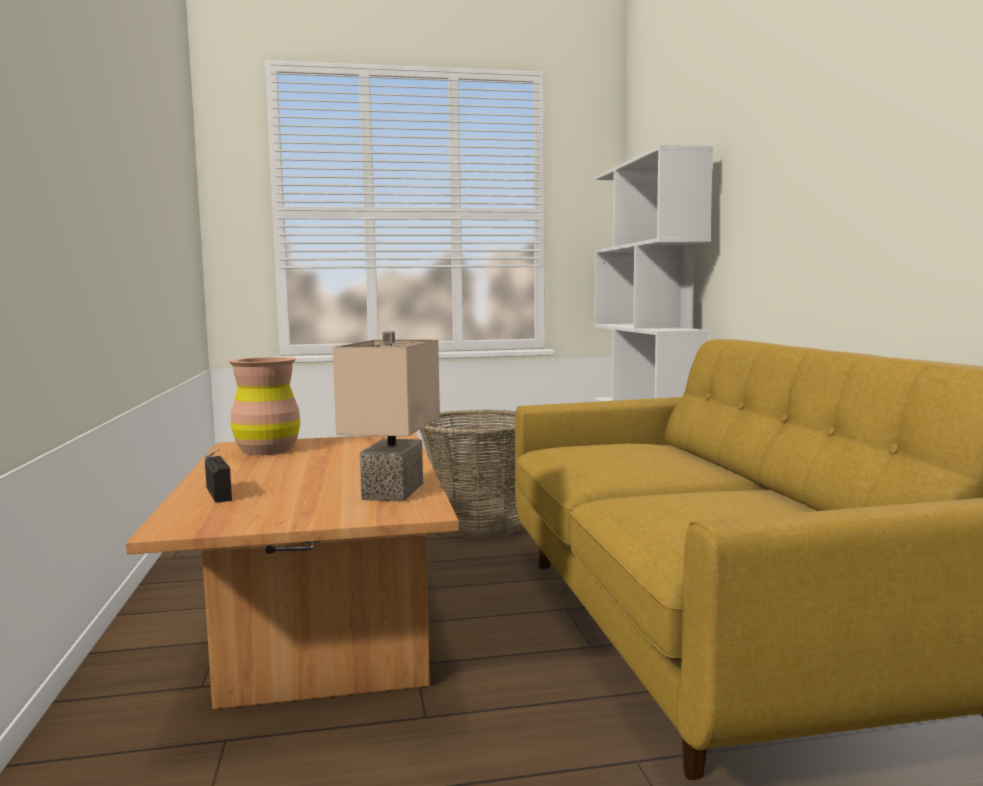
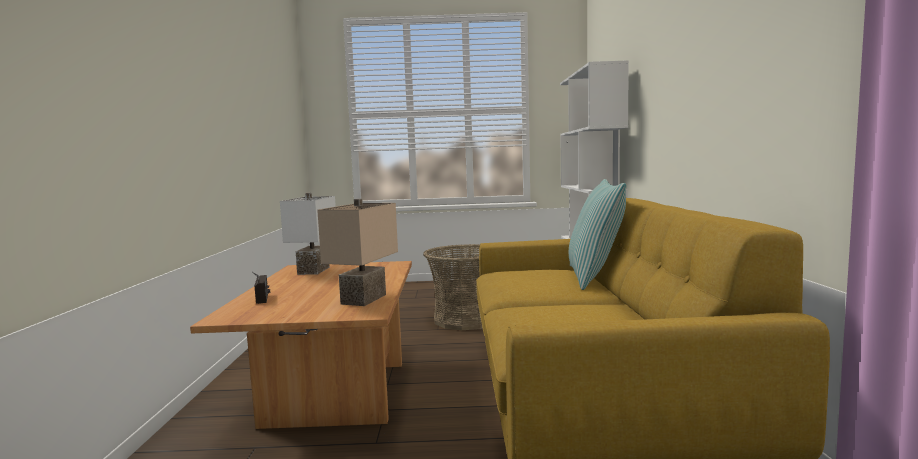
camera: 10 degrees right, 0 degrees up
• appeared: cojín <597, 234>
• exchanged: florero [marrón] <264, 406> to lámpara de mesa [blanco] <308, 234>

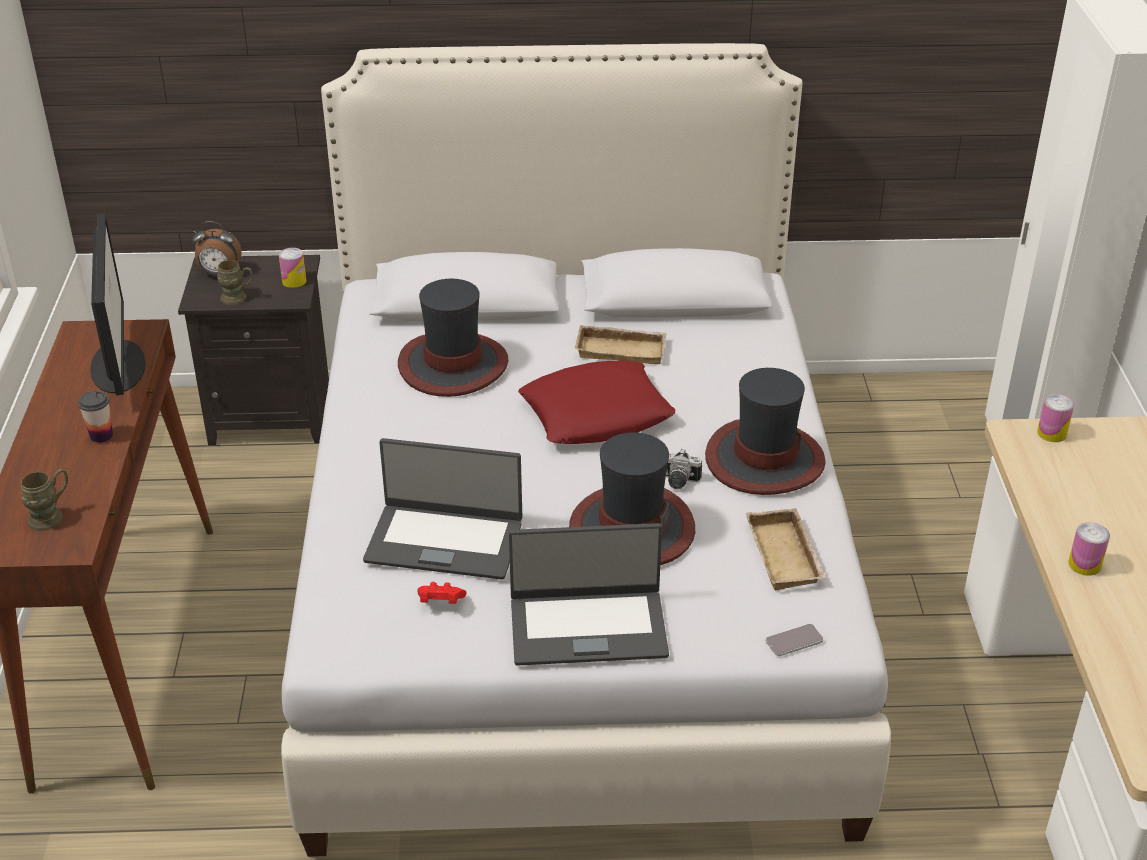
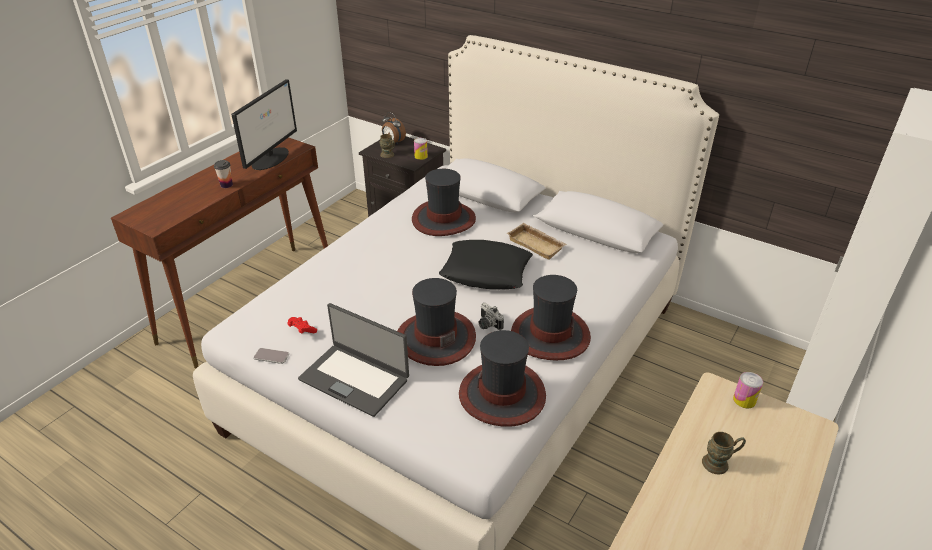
camera: 35 degrees right, 0 degrees up
• missing: portátil <442, 509>
• missing: lata <1089, 549>
• relocated: taza grande [marrón] <44, 500> to <724, 453>
• relocated: móvil <794, 640> to <271, 356>
• exchanged: bandeja [beis] <786, 549> to sombrero <502, 378>
• colour: cojín [rojo] <596, 402> to cojín [negro] <486, 264>

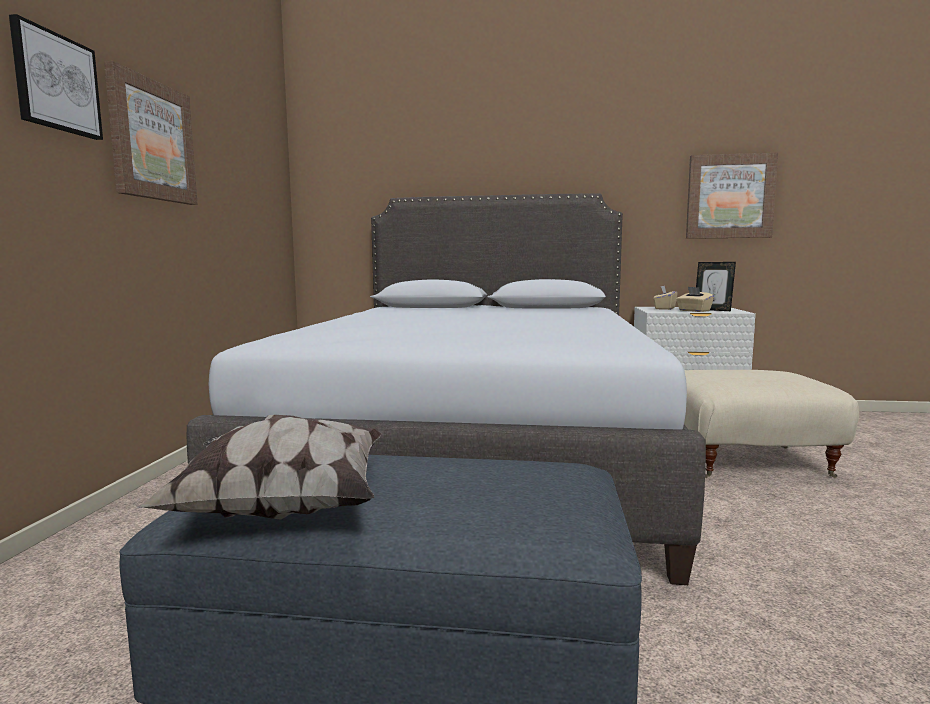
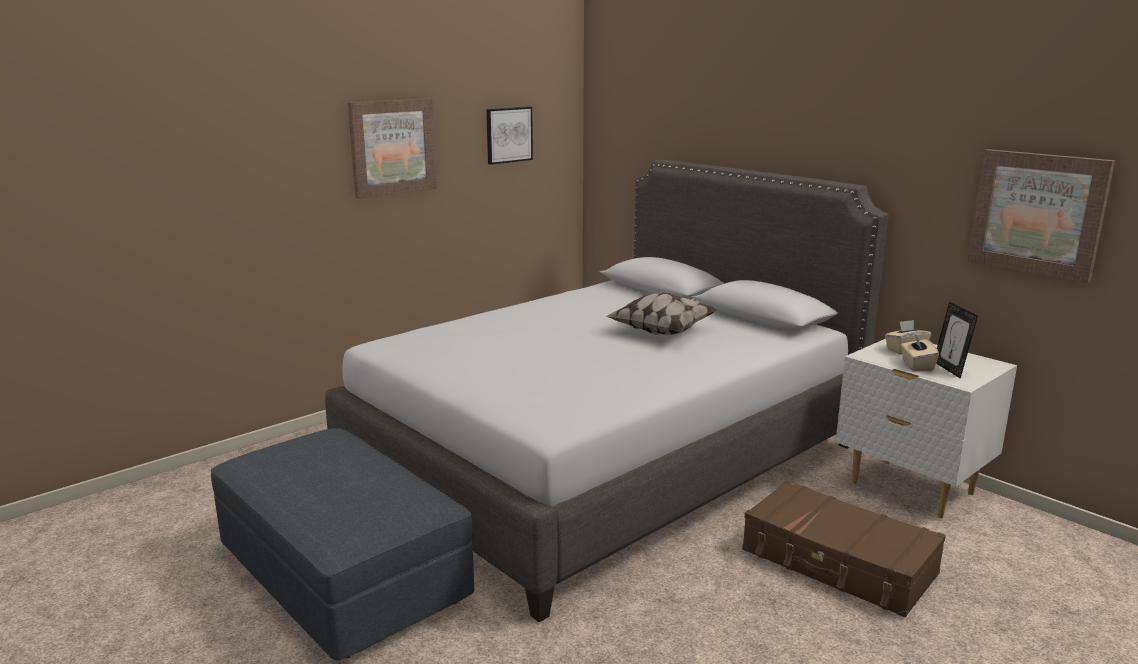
camera: 40 degrees right, 10 degrees up
• relocated: cuadro <56, 77> to <509, 136>
• relocated: cojín <259, 467> to <661, 313>
• exchanged: puf [beis] <771, 424> to maleta [marrón] <844, 548>

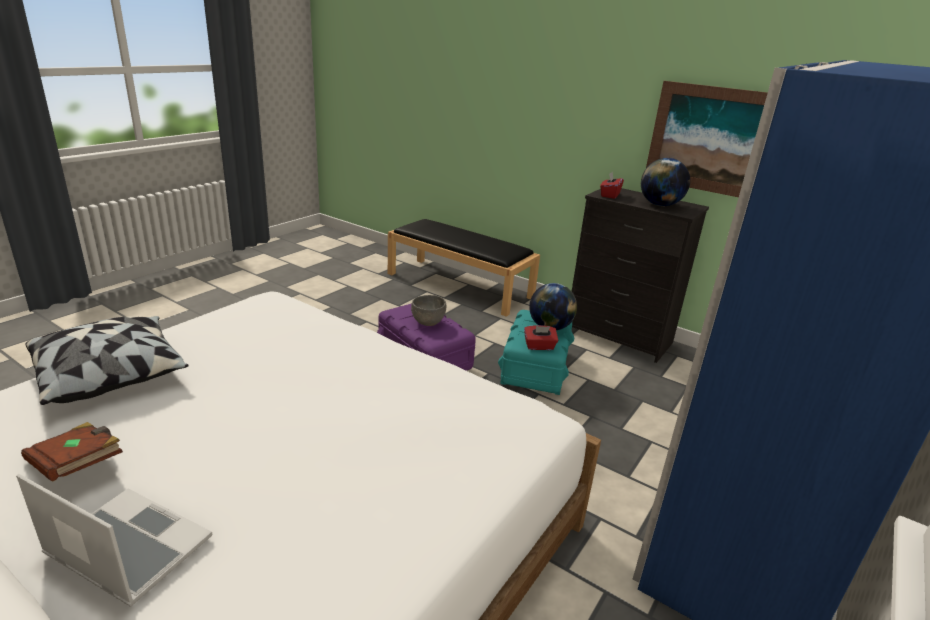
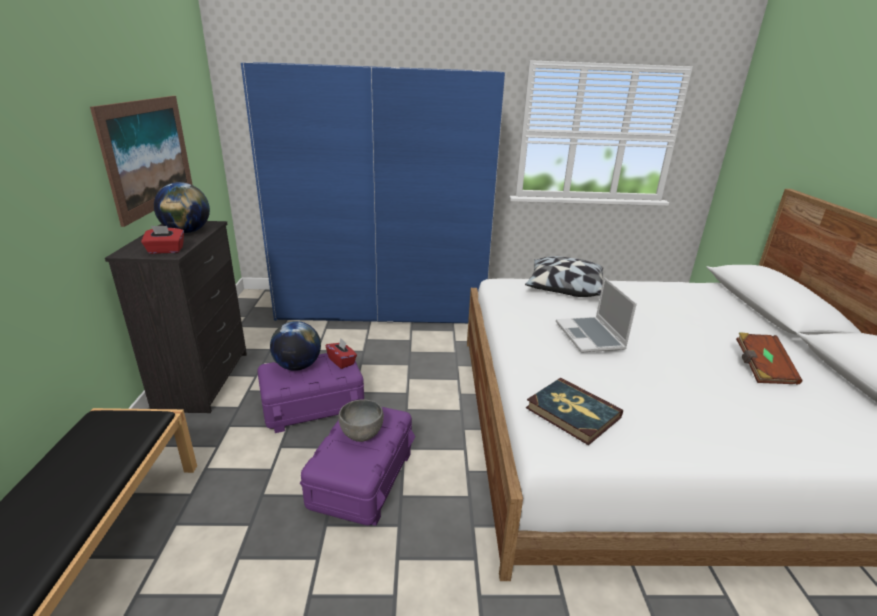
camera: 125 degrees left, 0 degrees up
• appeared: libro <574, 411>
• relocated: portátil <114, 540> to <596, 315>
• relocated: cojín <107, 360> to <564, 276>
• colour: caja de almacenaje [turquesa] <536, 352> to caja de almacenaje [morado] <311, 393>

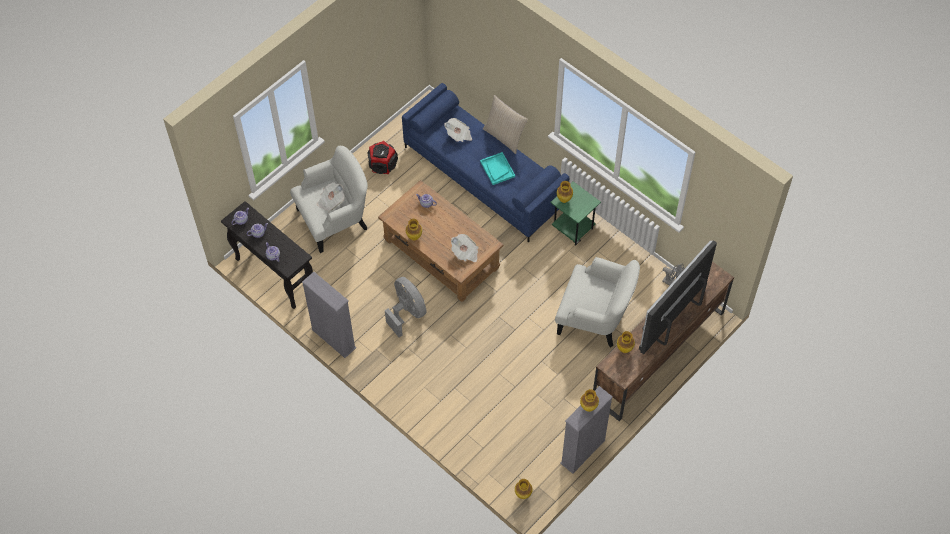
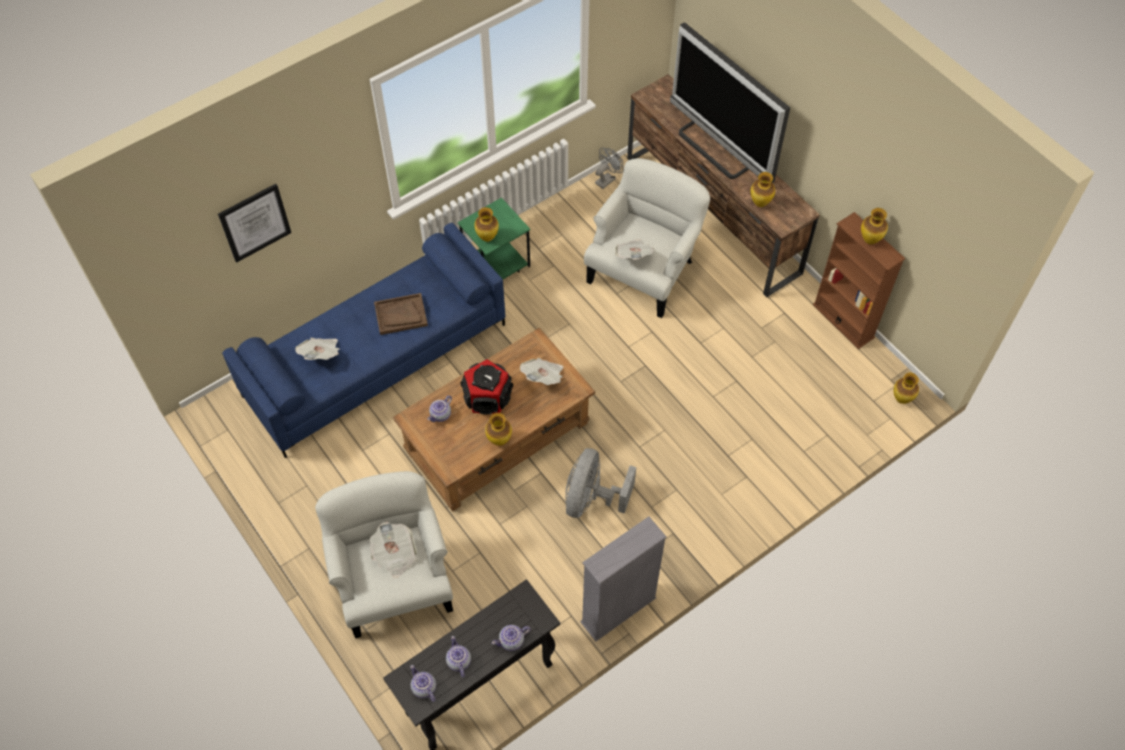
camera: 80 degrees left, 0 degrees up
• missing: cojín [beis] <505, 124>
• appeared: cuadro <254, 223>
• appeared: periódico <634, 249>
• relocated: altavoz <382, 157> to <487, 386>
• colour: bandeja [turquesa] <497, 168> to bandeja [marrón] <401, 314>
• colour: estantería [gris] <586, 430> to estantería [marrón] <859, 280>
• spun: ventilador [gris] <405, 307> = <600, 483> 45 degrees counterclockwise

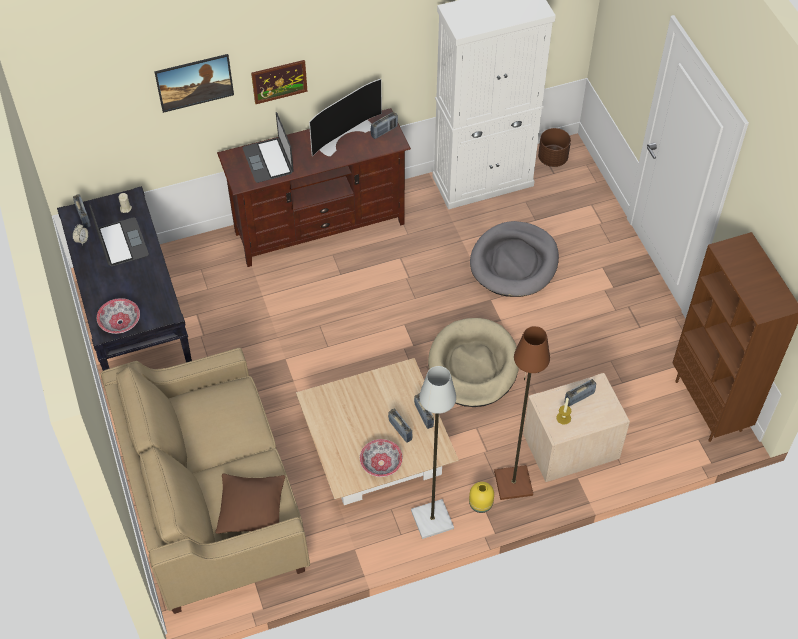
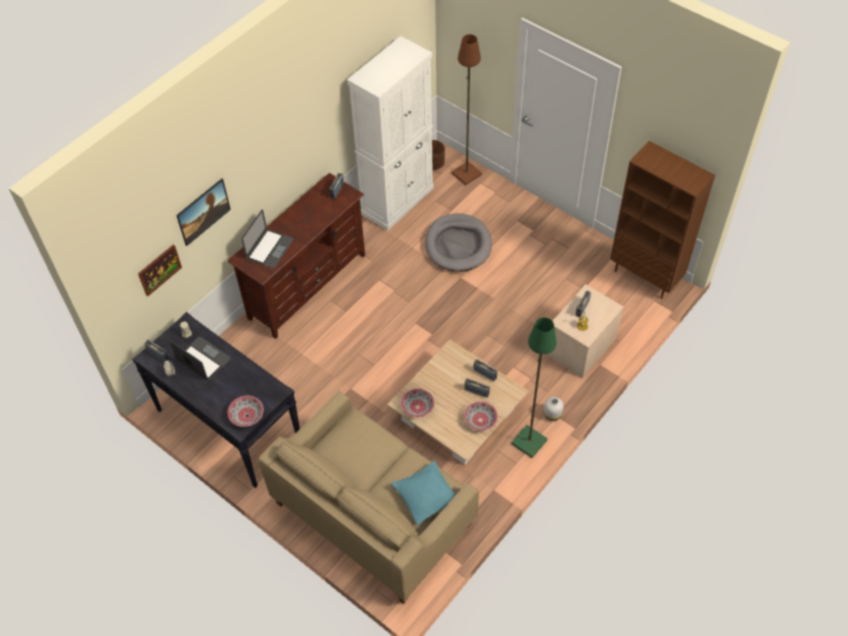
camera: 30 degrees left, 0 degrees up
• missing: televisor <345, 117>
• missing: cama para perro [beis] <473, 362>
• appeared: cuenco <417, 403>
• relocated: cuadro <279, 82> to <160, 270>
• relocated: lámpara de pie [marrón] <522, 413> to <467, 109>
• colour: cojín [marrón] <250, 504> to cojín [turquesa] <423, 493>
• colour: lámpara de pie [gris] <433, 452> to lámpara de pie [verde] <534, 387>
• colour: florero [amarillo] <481, 497> to florero [blanco] <554, 409>
• spun: portátil <268, 147> = <267, 239> 105 degrees counterclockwise

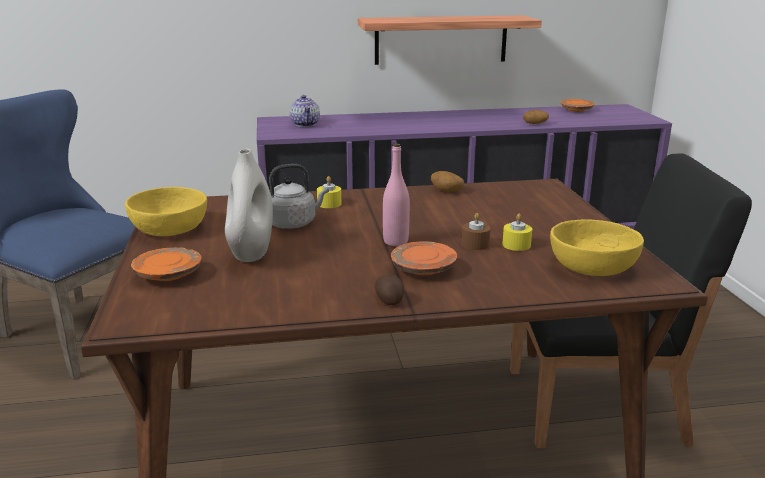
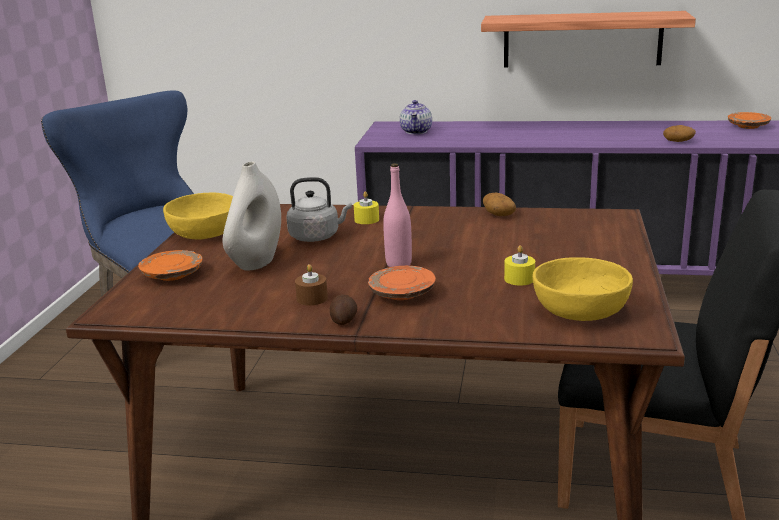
camera: 20 degrees right, 0 degrees up
• relocated: vela [marrón] <476, 231> to <311, 285>

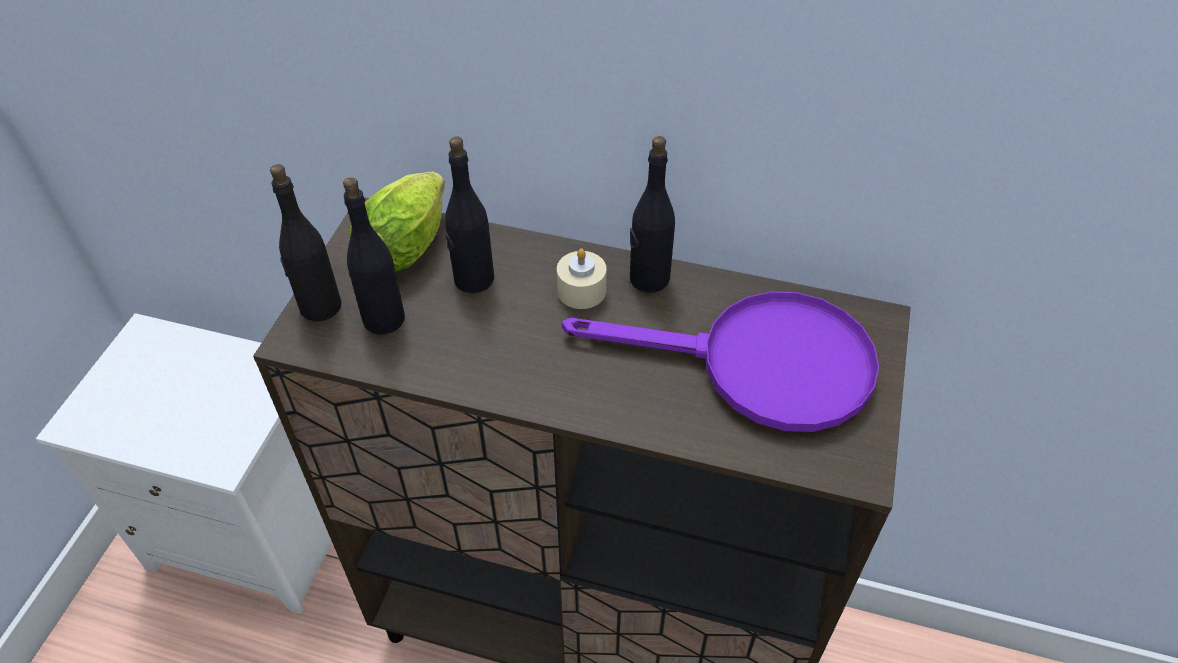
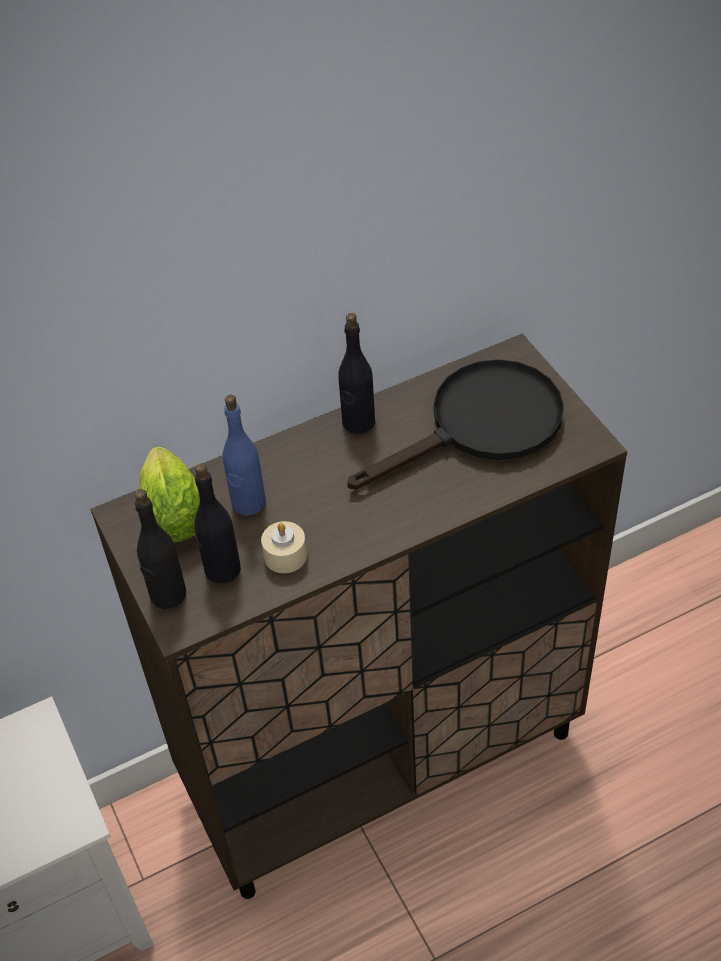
camera: 40 degrees left, 0 degrees up
• relocated: vela [beis] <582, 278> to <284, 547>
• colour: botella [negro] <469, 214> to botella [azul] <244, 455>
• colour: sartén [morado] <720, 362> to sartén [negro] <455, 424>

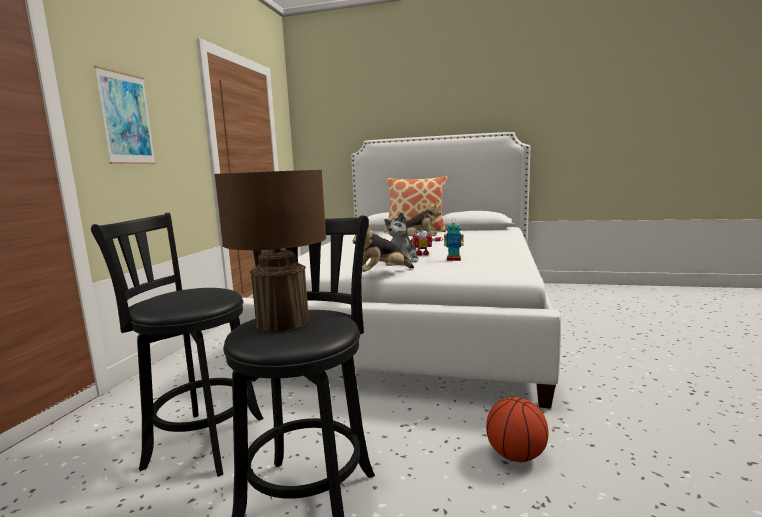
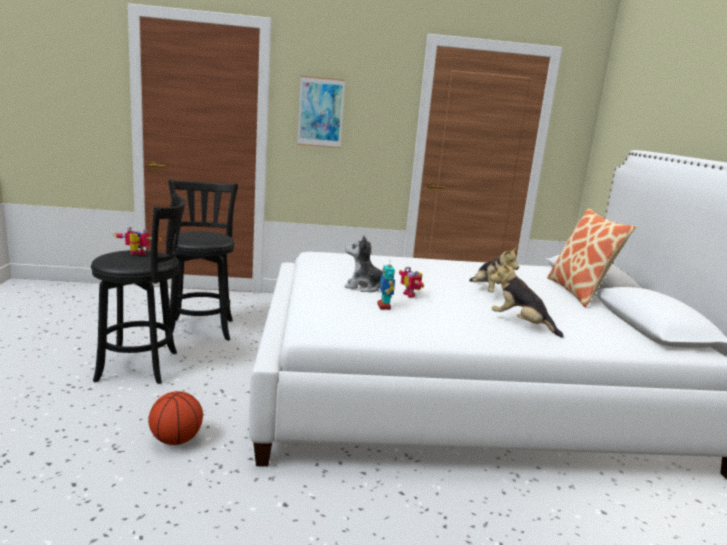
camera: 70 degrees right, 5 degrees up
• relocated: peluche <383, 248> to <526, 299>
• exchanged: lámpara de mesa [marrón] <270, 251> to robot de juguete <137, 241>

